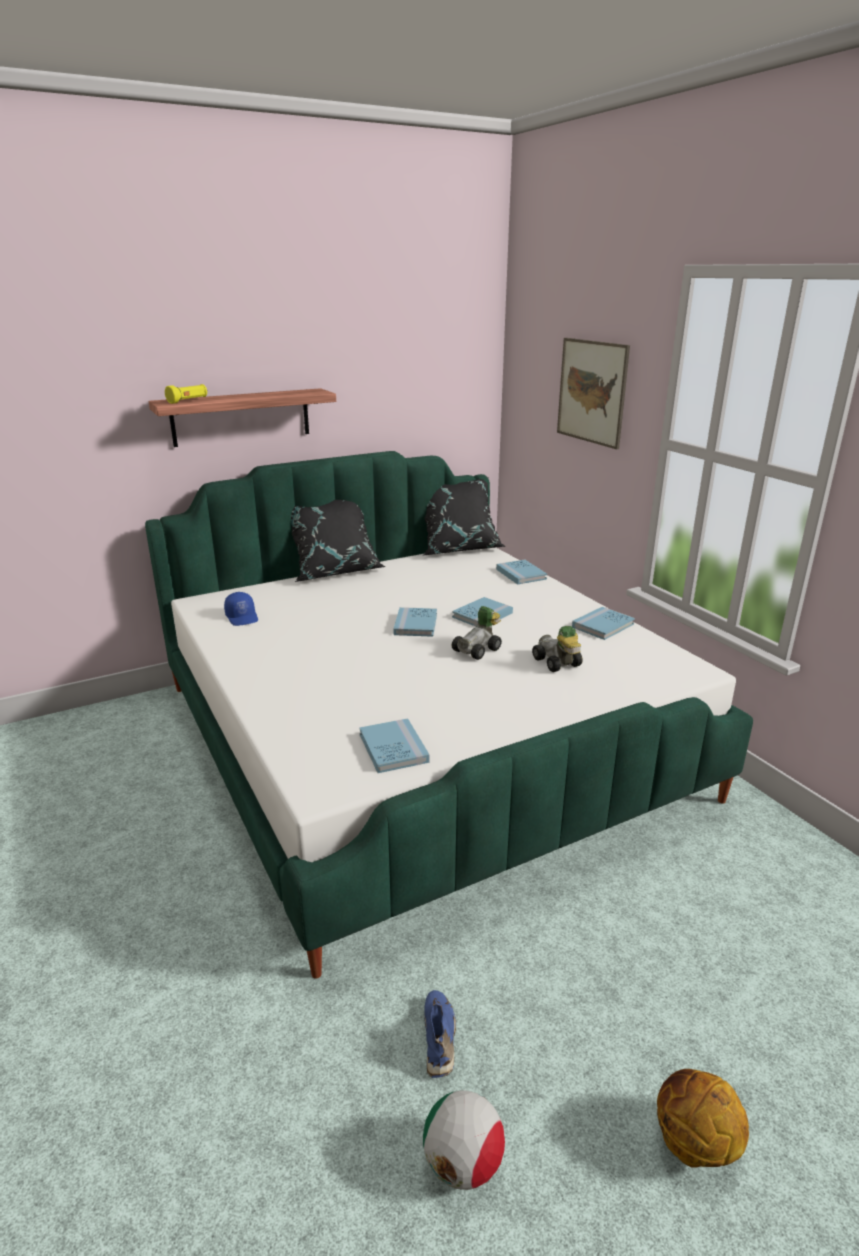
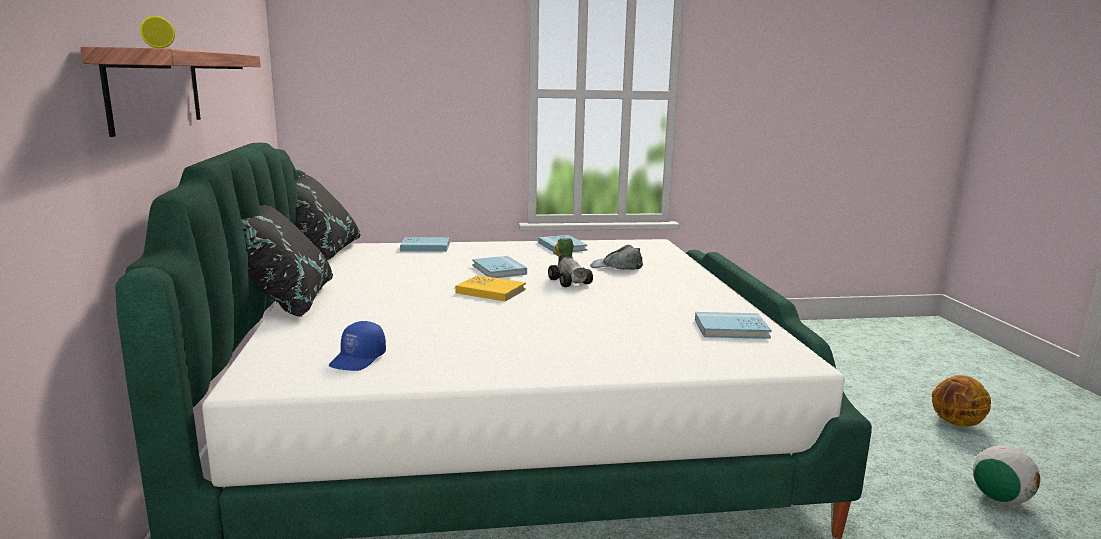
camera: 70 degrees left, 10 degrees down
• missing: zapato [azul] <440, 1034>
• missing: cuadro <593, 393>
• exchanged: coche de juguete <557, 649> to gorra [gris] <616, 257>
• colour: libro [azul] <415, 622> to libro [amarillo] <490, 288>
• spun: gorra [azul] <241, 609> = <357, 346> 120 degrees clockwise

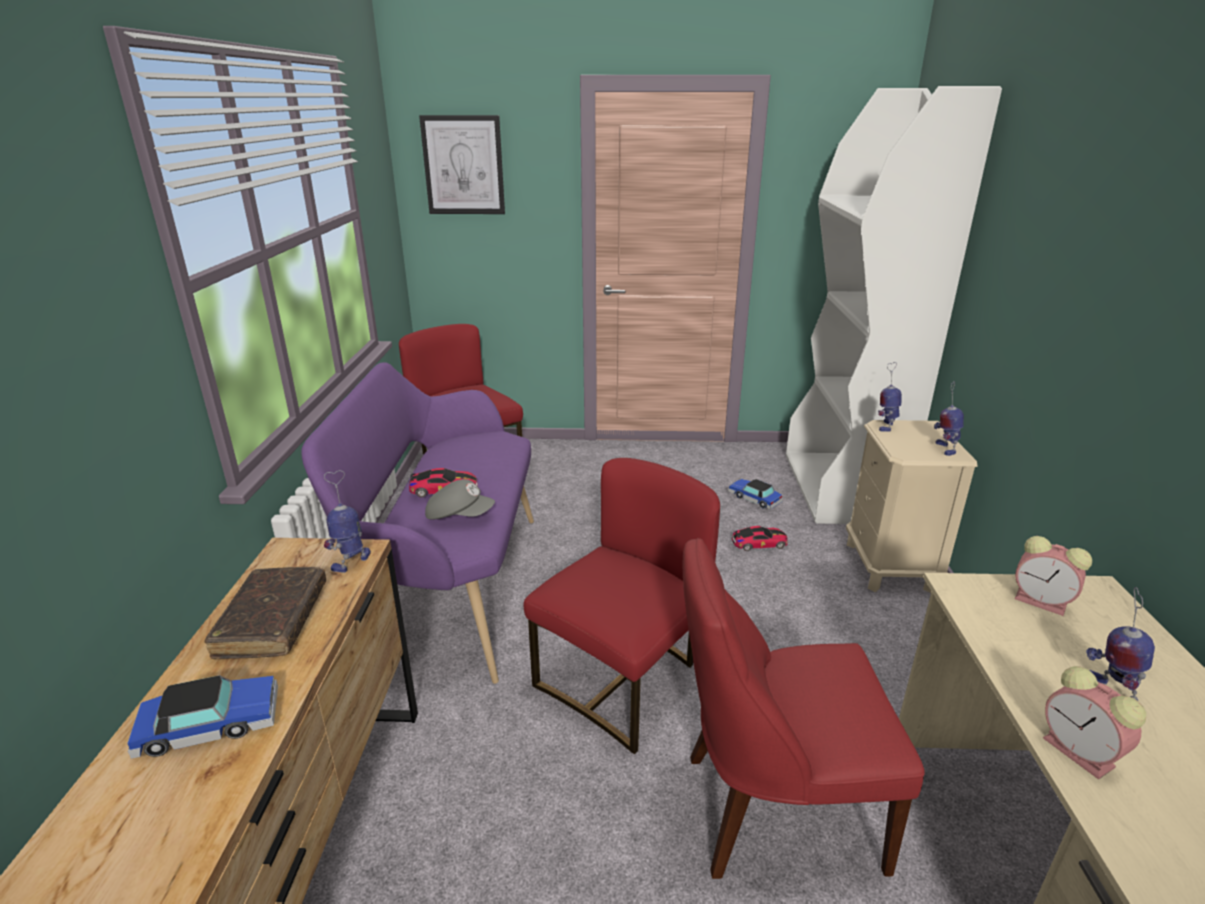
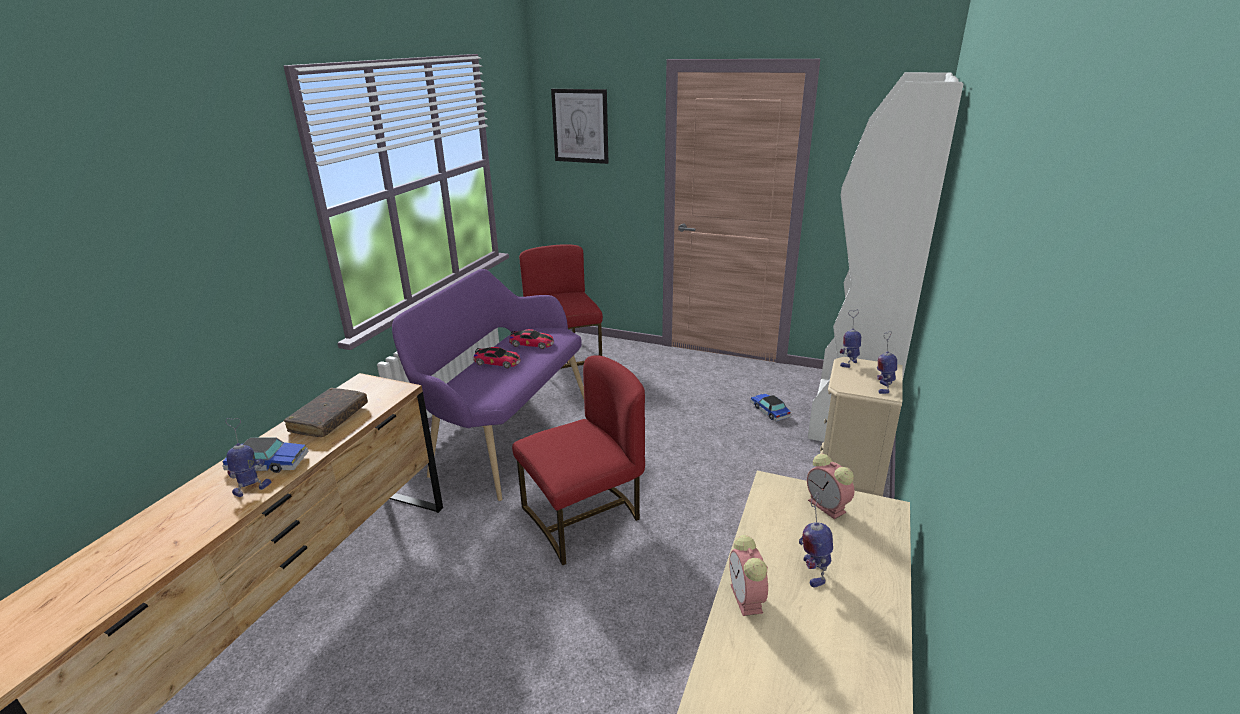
camera: 20 degrees right, 0 degrees up
• missing: gorra [gris] <460, 499>
• missing: silla [rojo] <804, 708>
• relocated: robot de juguete <347, 521> to <249, 457>
• relocated: coche de juguete <760, 538> to <531, 339>

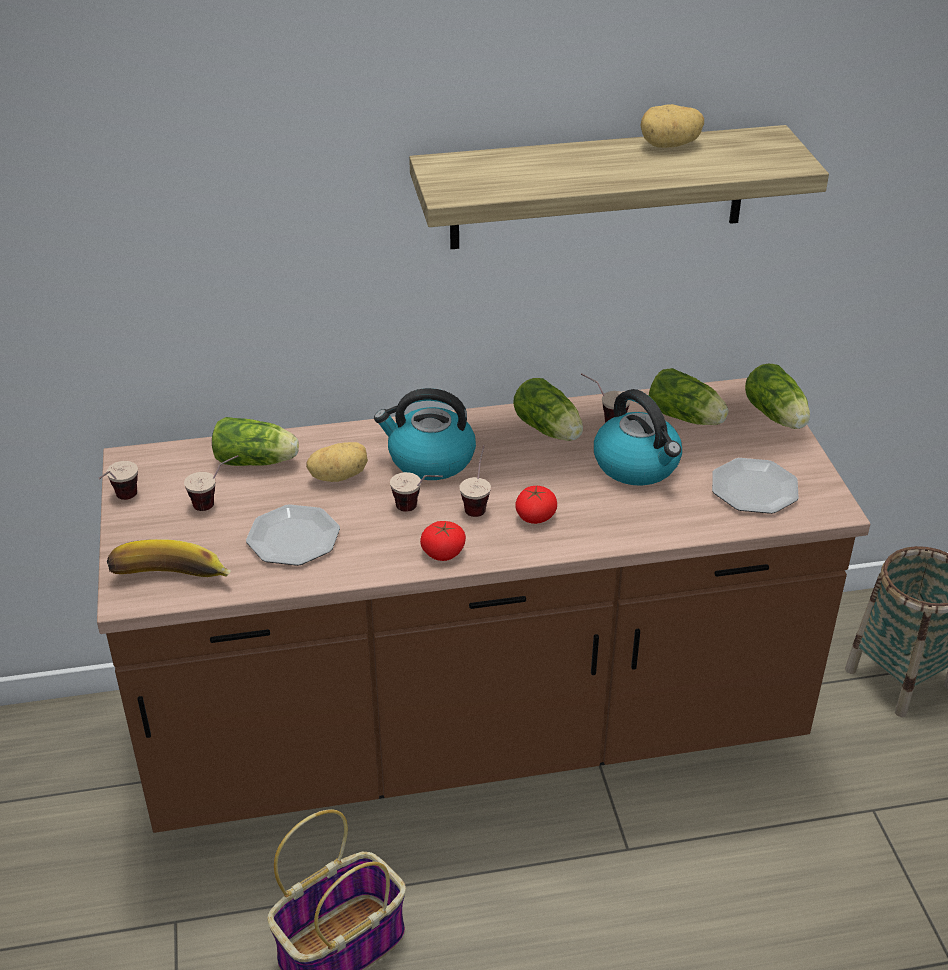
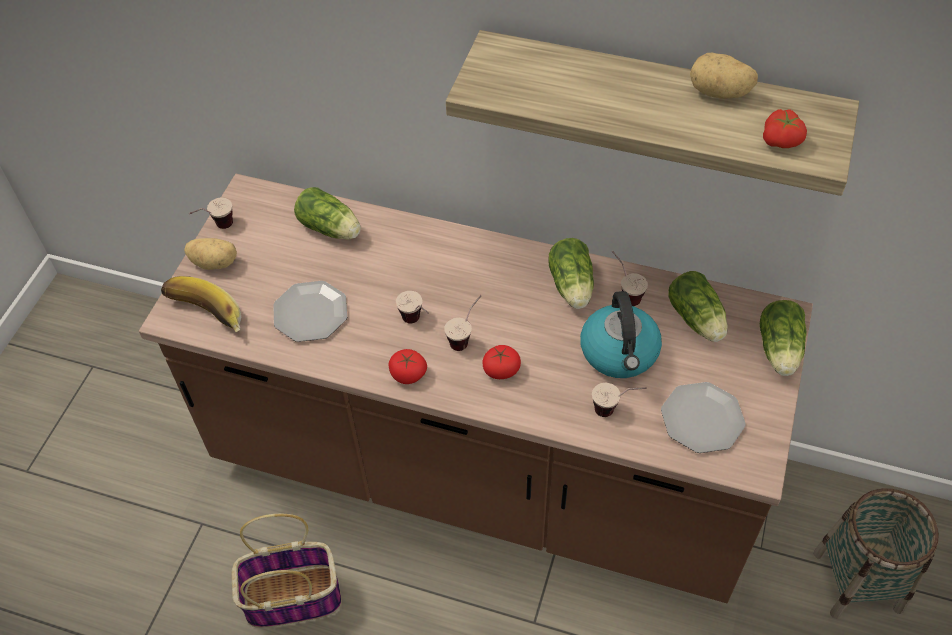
camera: 30 degrees right, 15 degrees up
• missing: hervidor <425, 434>
• appeared: tomate <785, 128>
• relocated: taza <211, 483> to <619, 400>
• relocated: patata <337, 462> to <210, 254>

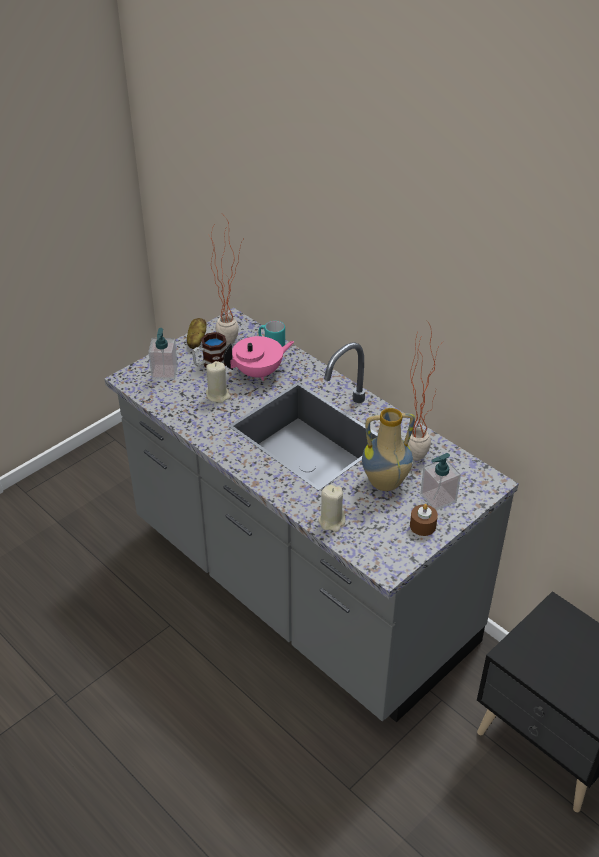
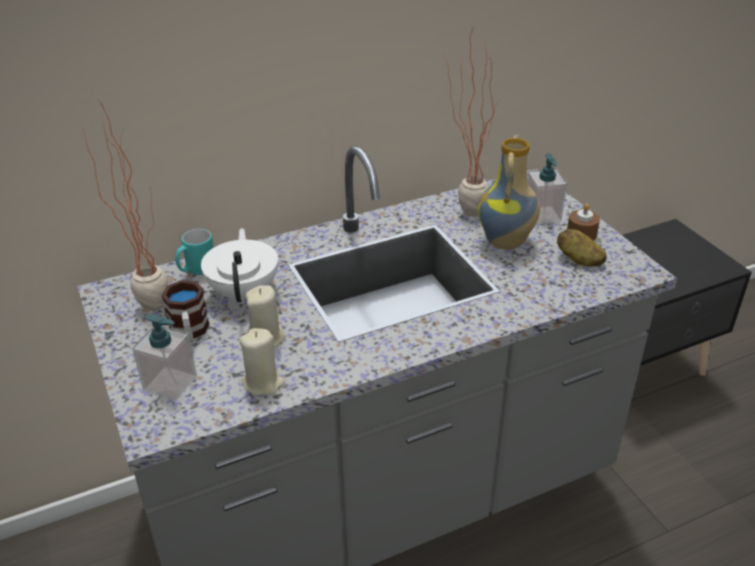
camera: 70 degrees left, 5 degrees down
• relocated: patata <197, 333> to <581, 248>
• relocated: vela [beis] <332, 508> to <262, 361>
• colour: tetera [rosa] <258, 358> to tetera [blanco] <239, 266>

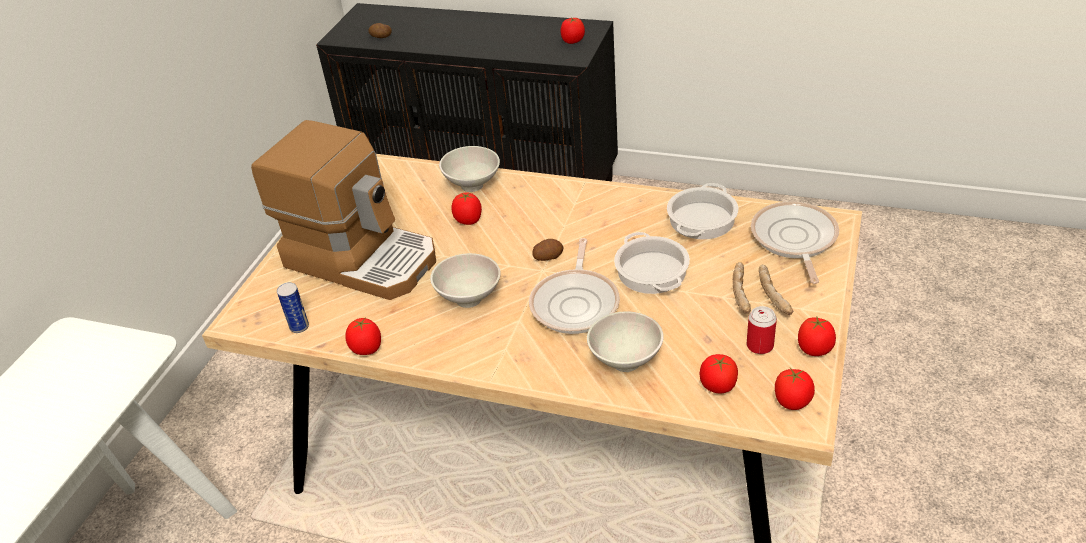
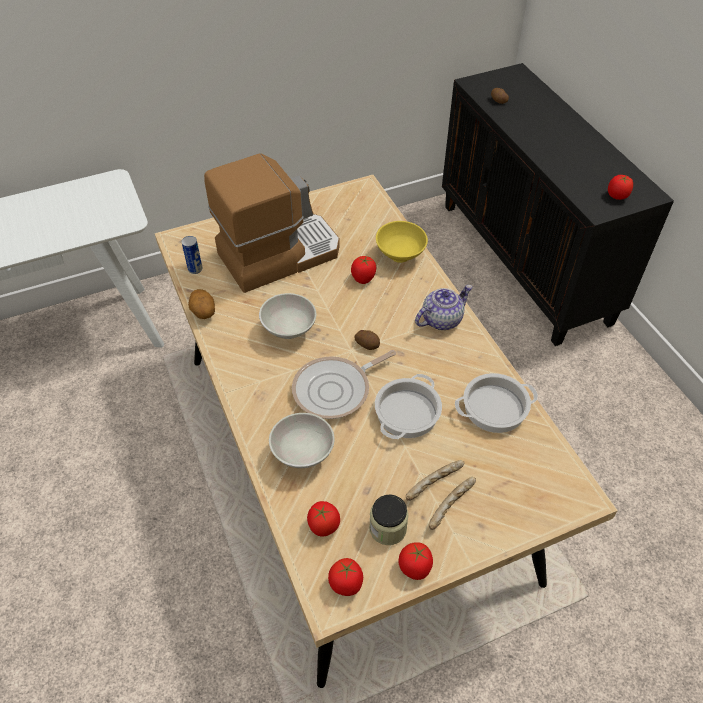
camera: 45 degrees right, 10 degrees up
• missing: sartén <795, 242>
• appeared: tetera <444, 307>
• exchanged: tomate <363, 336> to patata <201, 304>
• exchanged: lata <762, 330> to tarro <389, 519>
• colour: cuenco [blanco] <469, 169> to cuenco [amarillo] <402, 242>
• spun: cafetera <343, 210> = <272, 223> 105 degrees counterclockwise

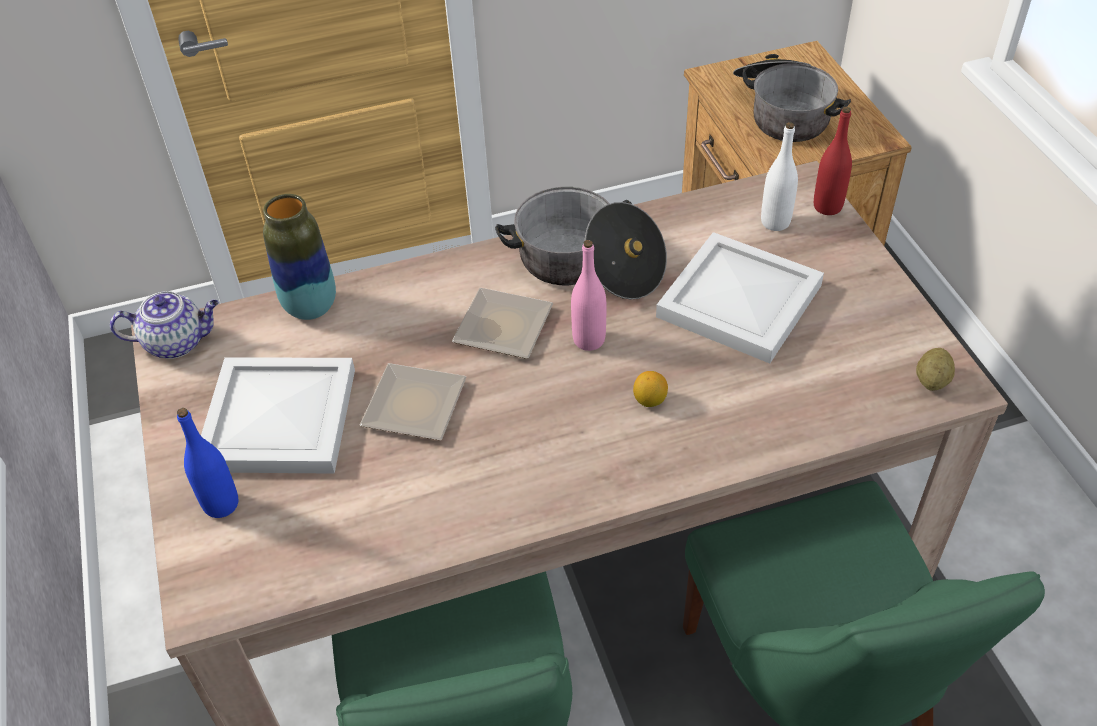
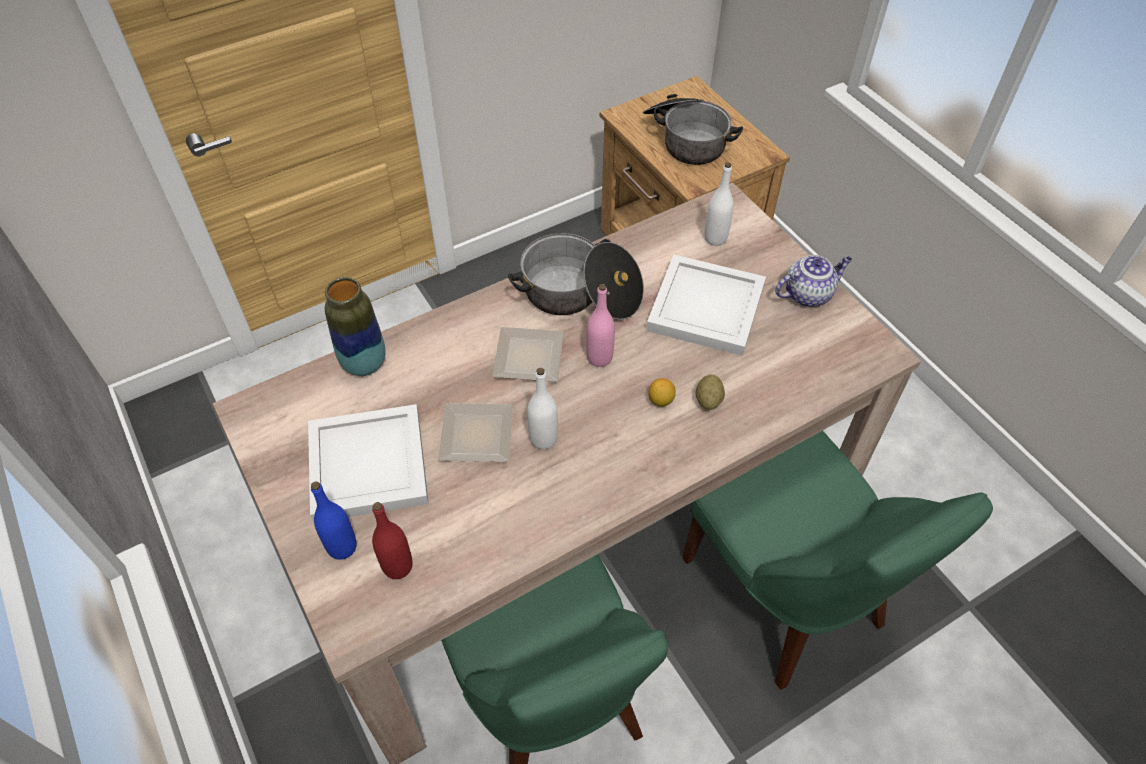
camera: 15 degrees left, 5 degrees up
• appeared: botella [blanco] <542, 408>
• relocated: tetera <164, 325> to <813, 281>
• relocated: botella [rojo] <833, 161> to <392, 540>
• relocated: patata <935, 369> to <710, 392>

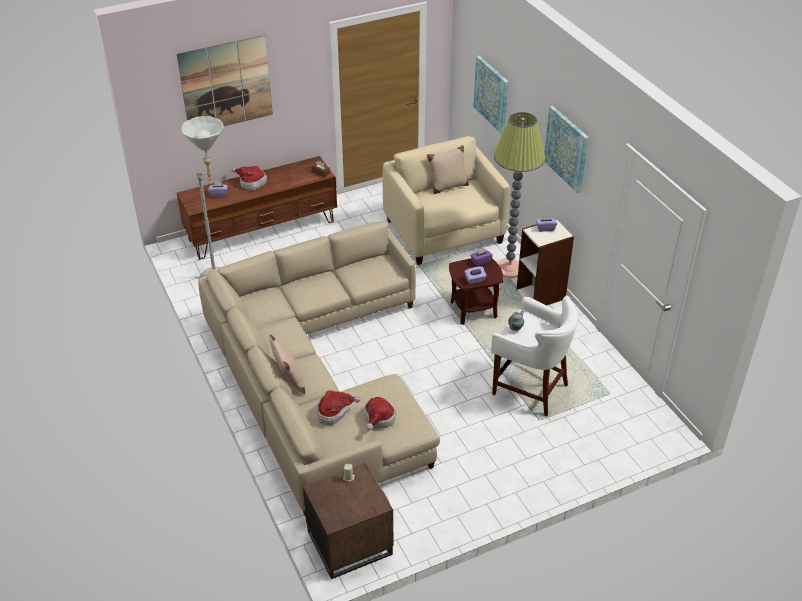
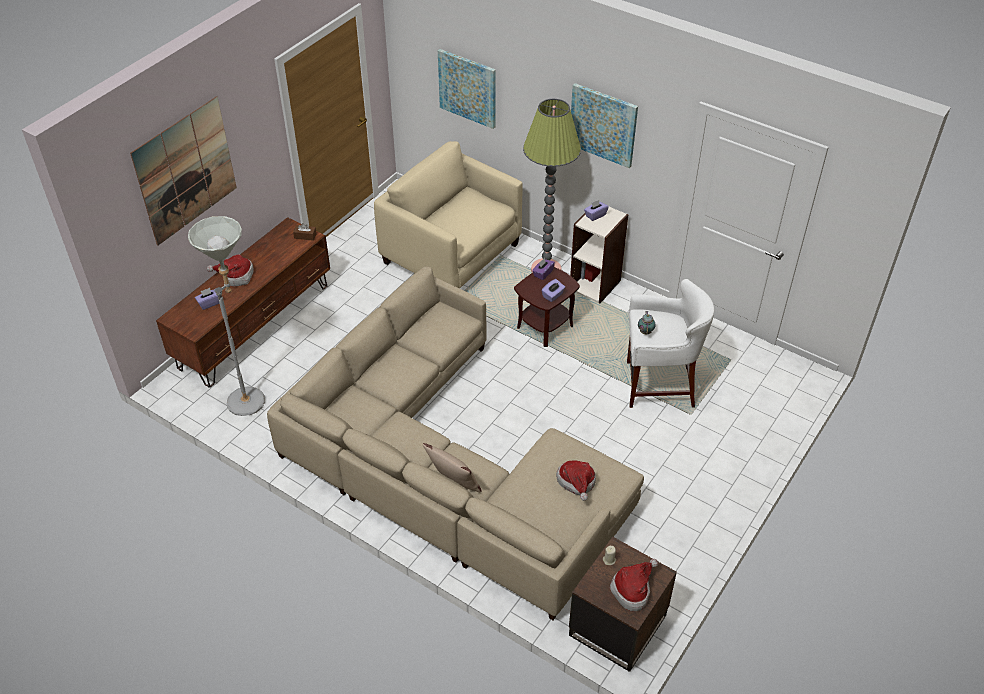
camera: 30 degrees left, 5 degrees up
• missing: cojín [beis] <448, 169>
• relocated: sombrero <339, 408> to <634, 585>

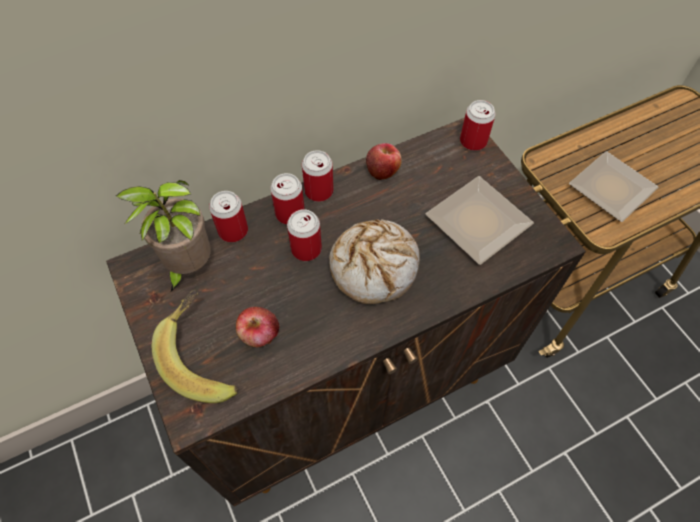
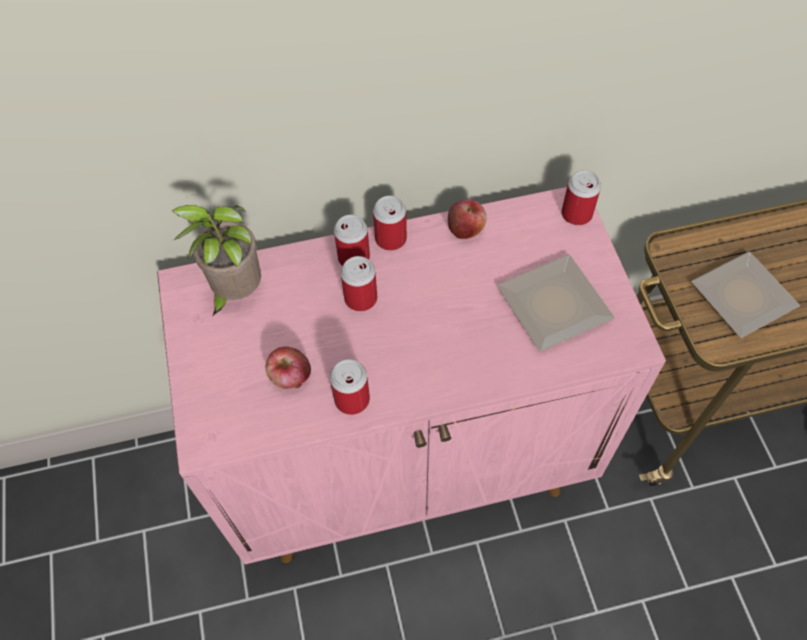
camera: 15 degrees right, 0 degrees up
• missing: plátano <195, 346>
• missing: pan <374, 261>
• relocated: lata <228, 216> to <350, 387>
• colour: armario [marrón] <346, 312> to armario [rosa] <411, 375>

